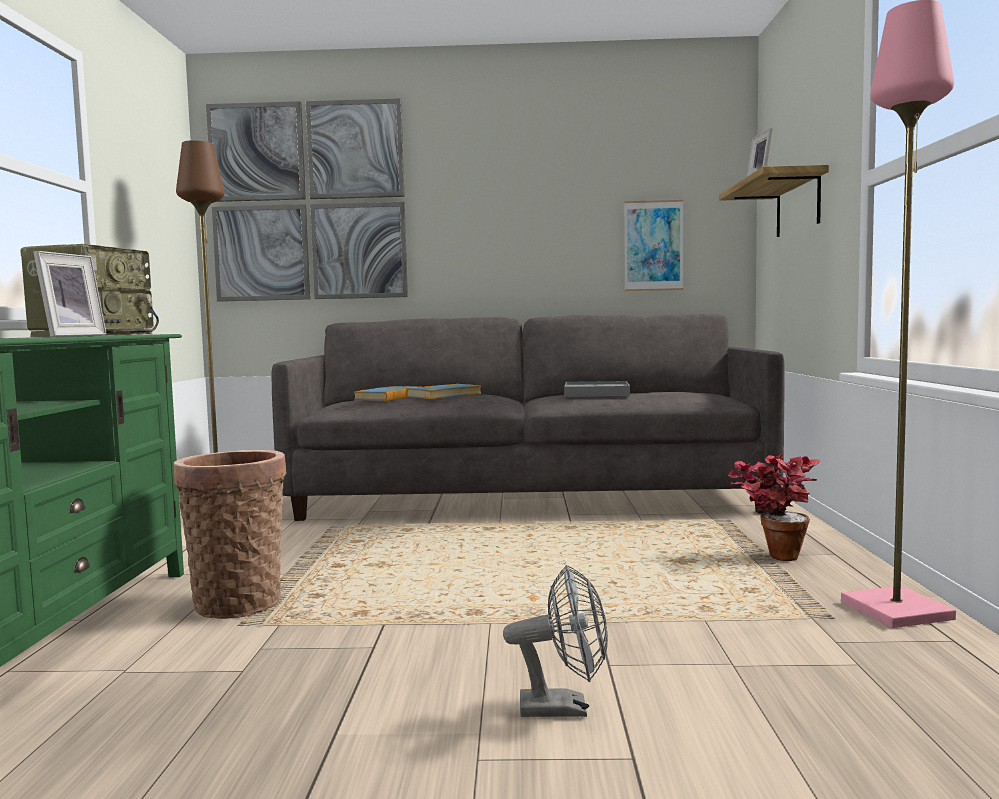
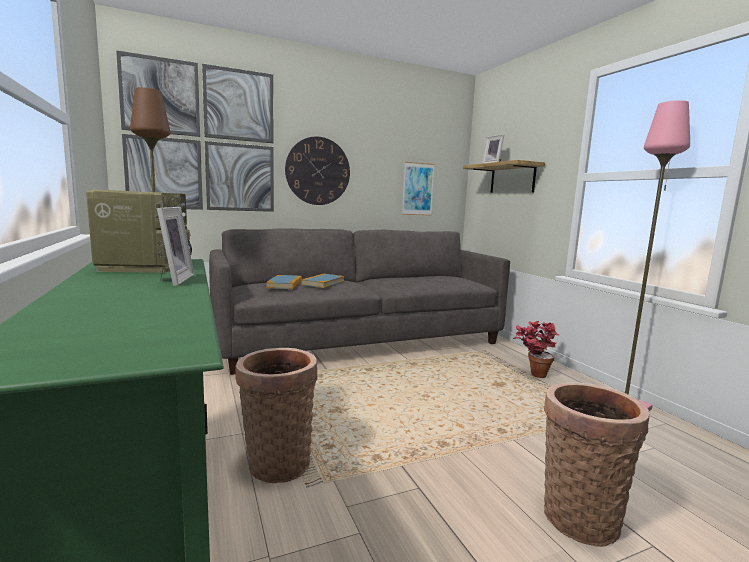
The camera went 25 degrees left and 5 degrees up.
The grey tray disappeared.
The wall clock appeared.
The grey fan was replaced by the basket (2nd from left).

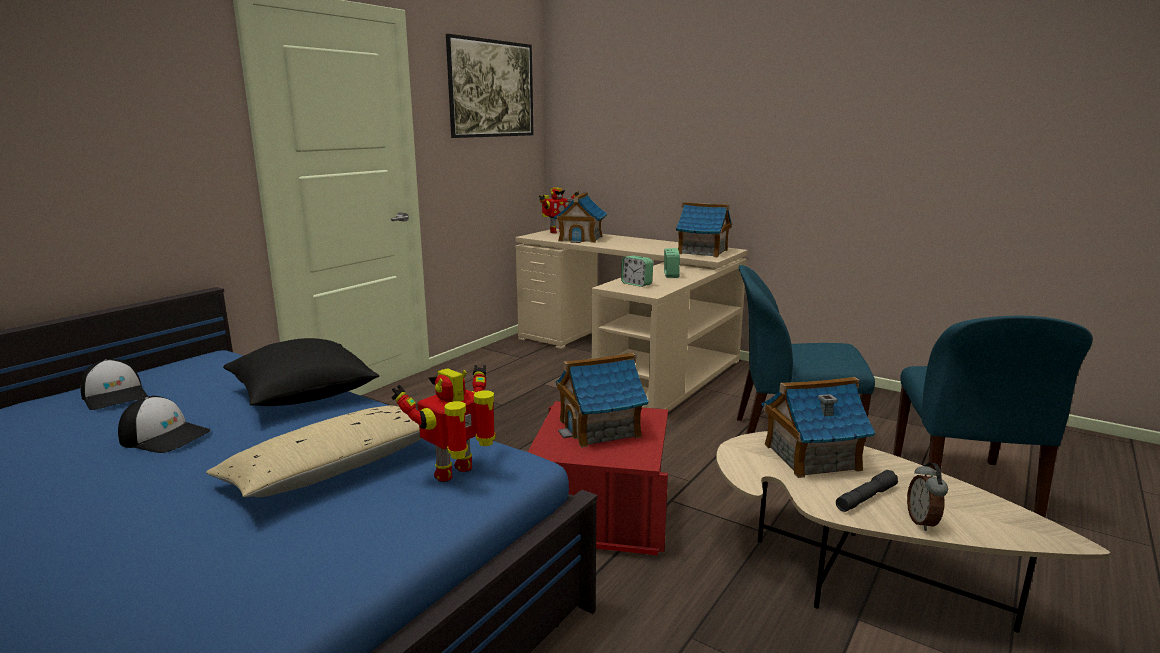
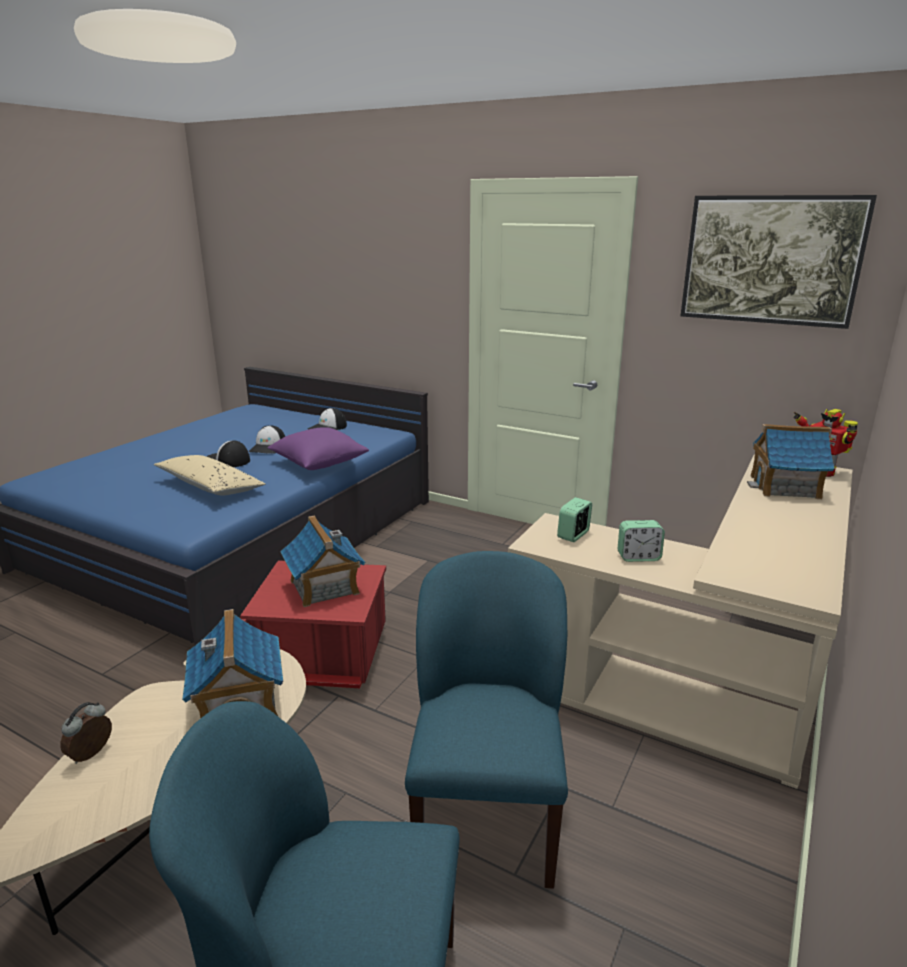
The camera went 85 degrees right and 5 degrees up.
The toy robot (1st from left) disappeared.
The toy house (3rd from left) disappeared.
The grey flashlight disappeared.
The cap (1st from left) appeared.
The black pillow became the purple pillow.
The alarm clock (3rd from left in the first image) turned 60 degrees counterclockwise.

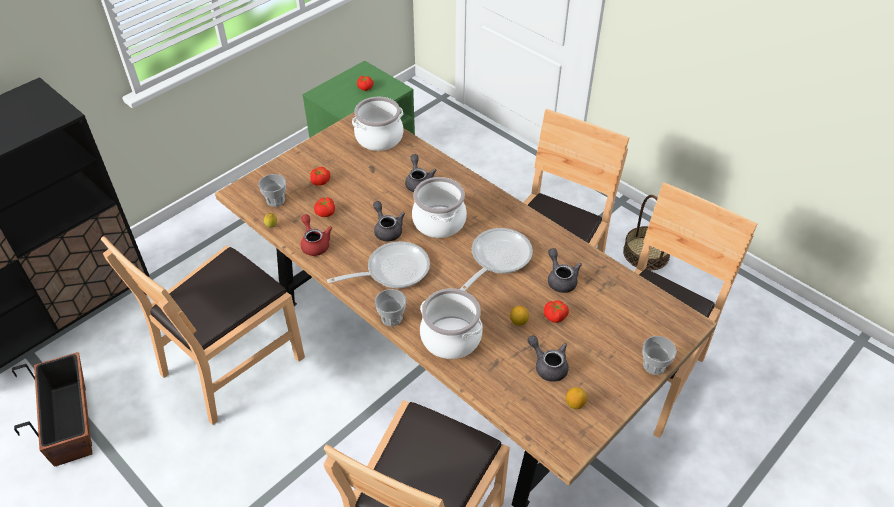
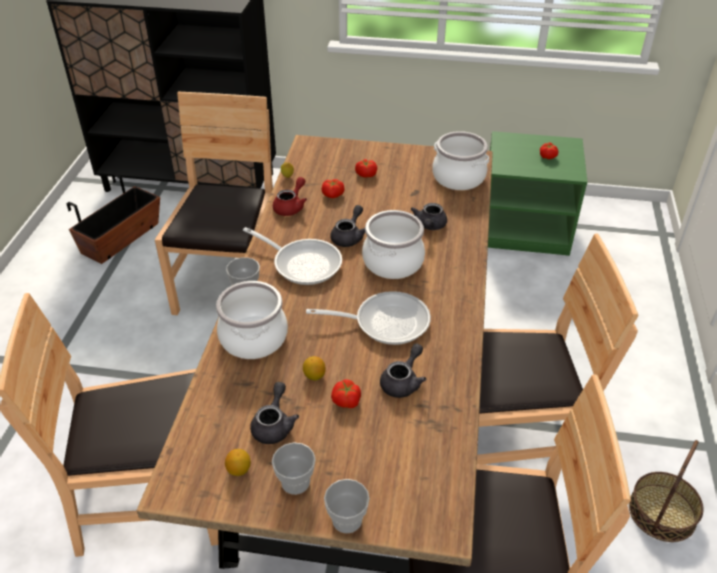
The camera went 55 degrees right and 5 degrees down.
The cup (1st from left in the first image) moved.
The brown chair (1st from left in the first image) turned 90 degrees clockwise.
The grey teapot (2nd from left in the first image) turned 150 degrees clockwise.

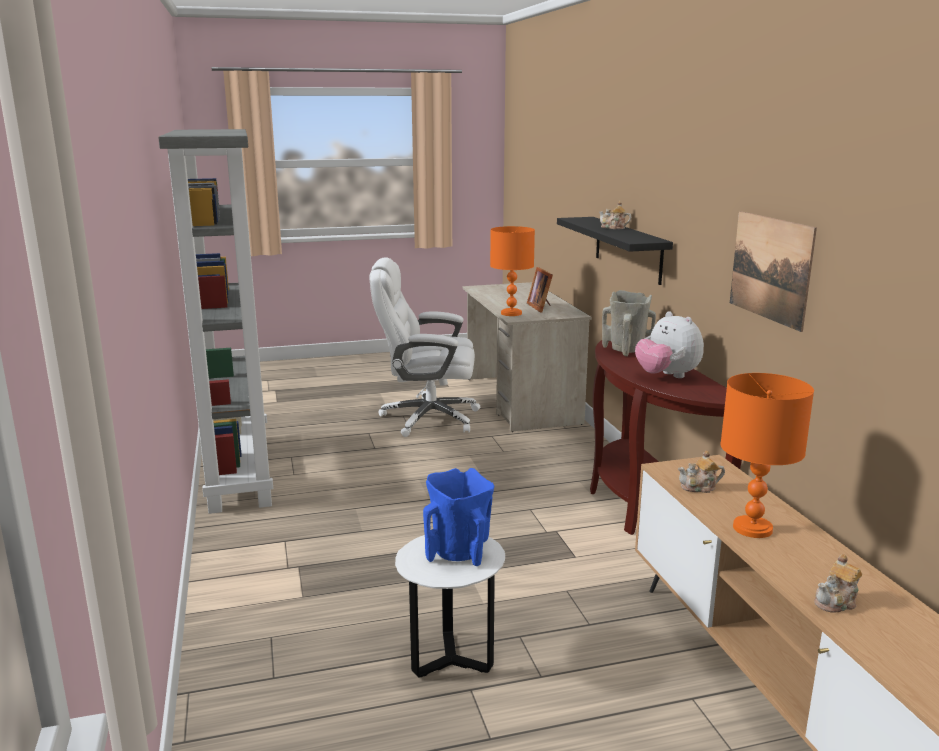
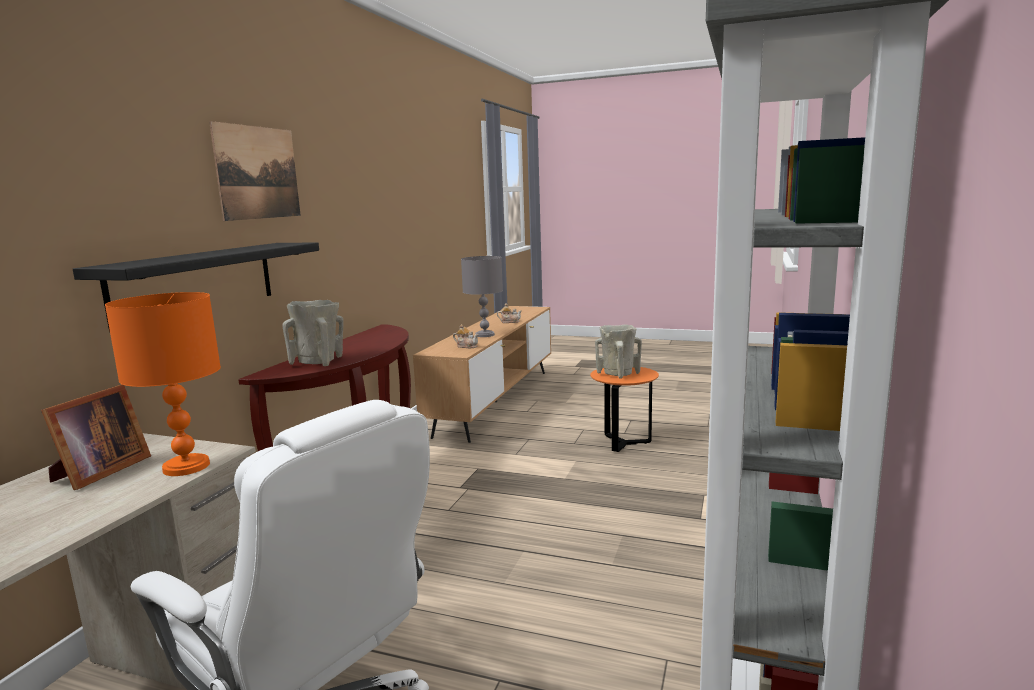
The camera went 145 degrees left and 5 degrees down.
The teapot (1st from left) disappeared.
The plush toy disappeared.
The picture moved.
The white side table became the orange side table.
The blue vase became the beige vase (2nd from left).
The orange table lamp (2nd from left) became the grey table lamp.

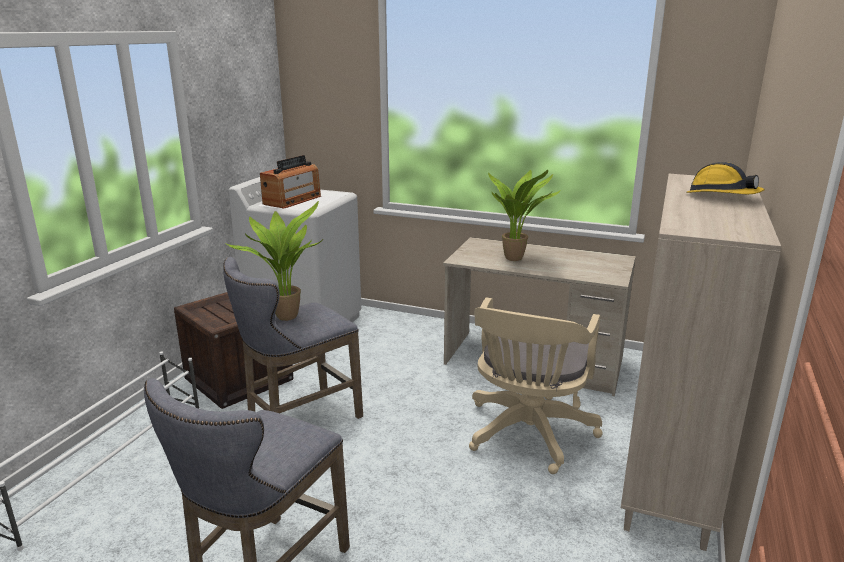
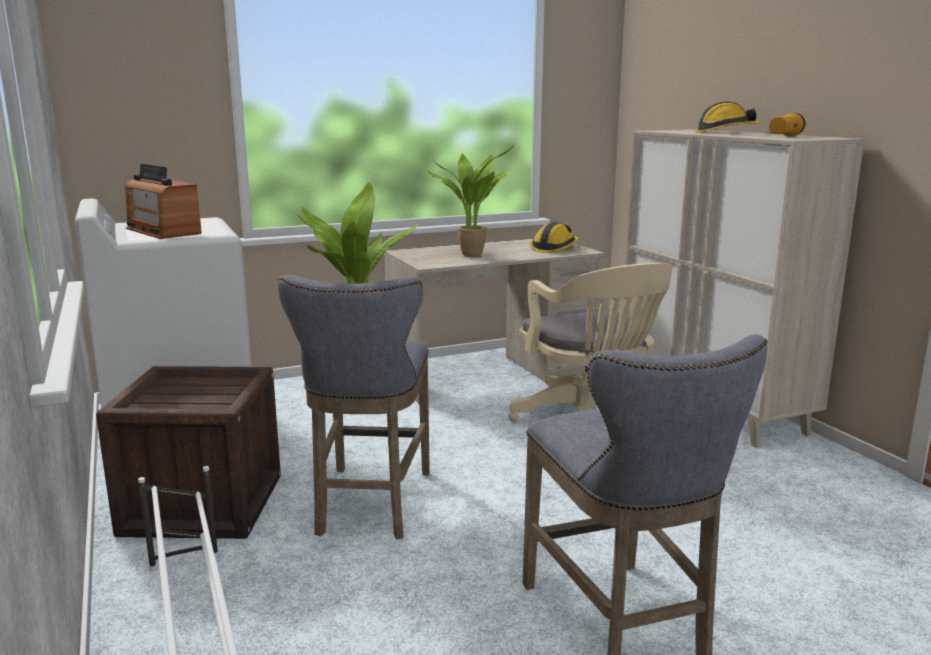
The camera went 45 degrees left and 5 degrees down.
The hard hat (1st from left) appeared.
The flashlight appeared.
The radio turned 150 degrees clockwise.

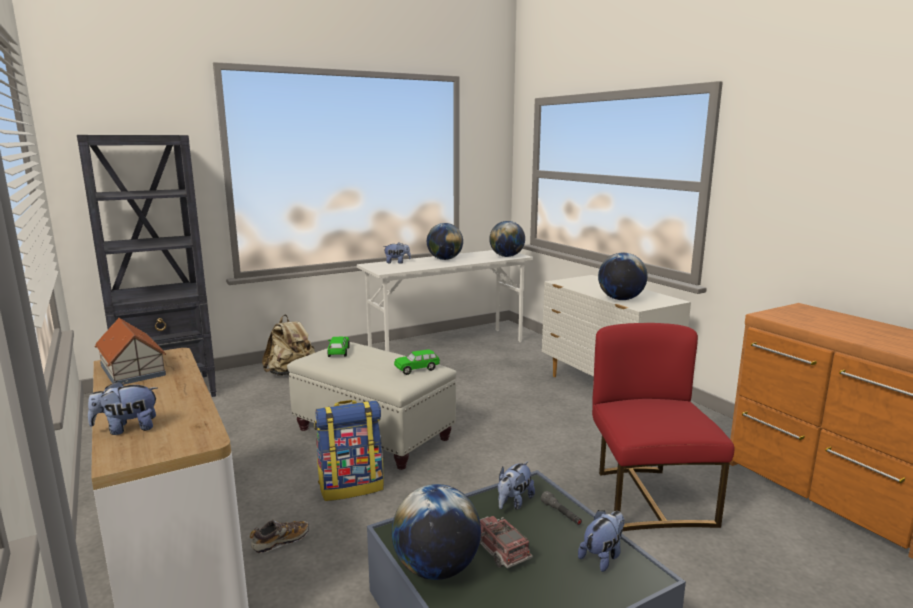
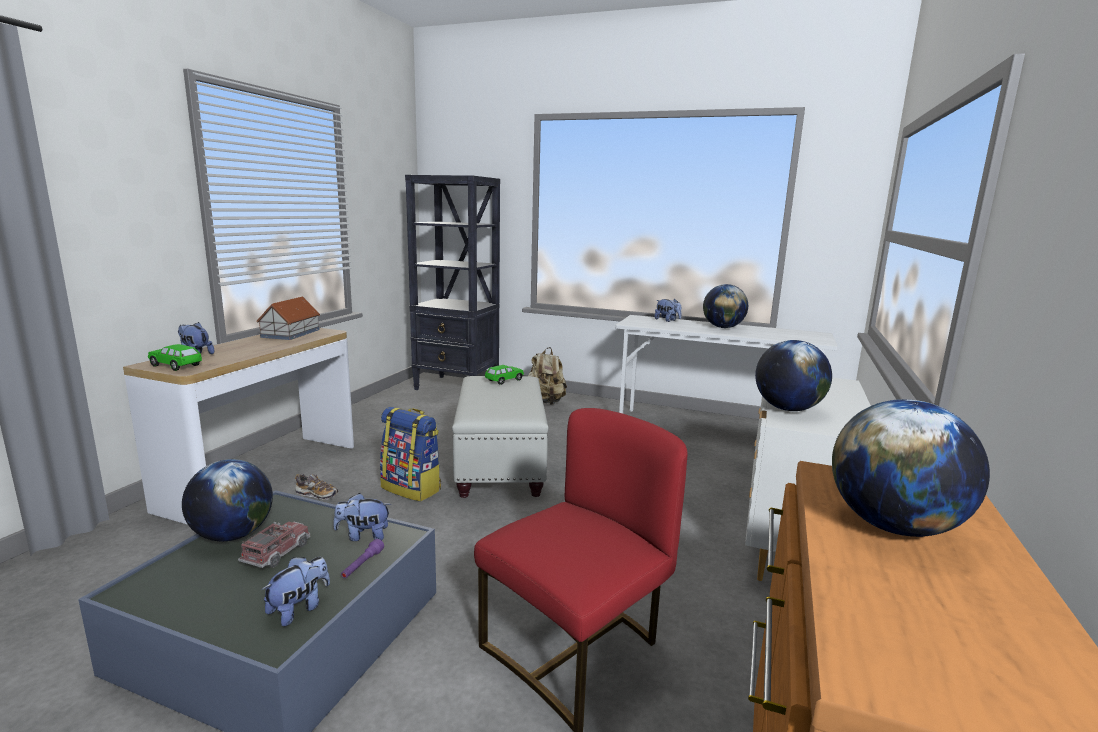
The camera went 50 degrees right and 0 degrees up.
The green toy car (2nd from left in the first image) moved.
The globe (3rd from left in the first image) moved.
The grey flashlight became the purple flashlight.
The plush toy (4th from left in the first image) turned 60 degrees counterclockwise.

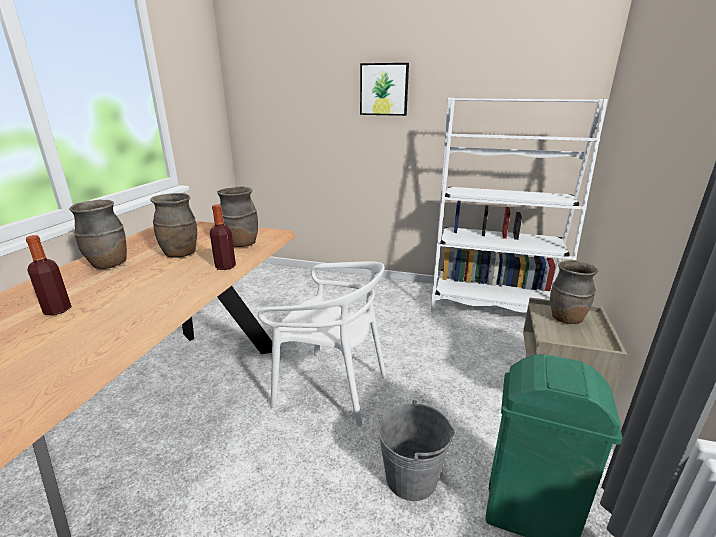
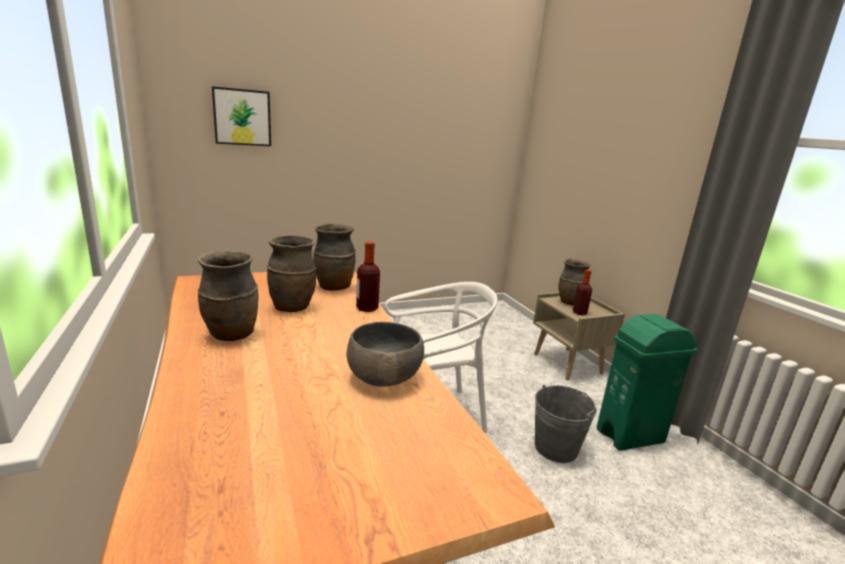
The camera went 40 degrees left and 5 degrees down.
The white bookcase disappeared.
The grey bowl appeared.
The bottle (1st from left in the first image) moved.
The picture moved.

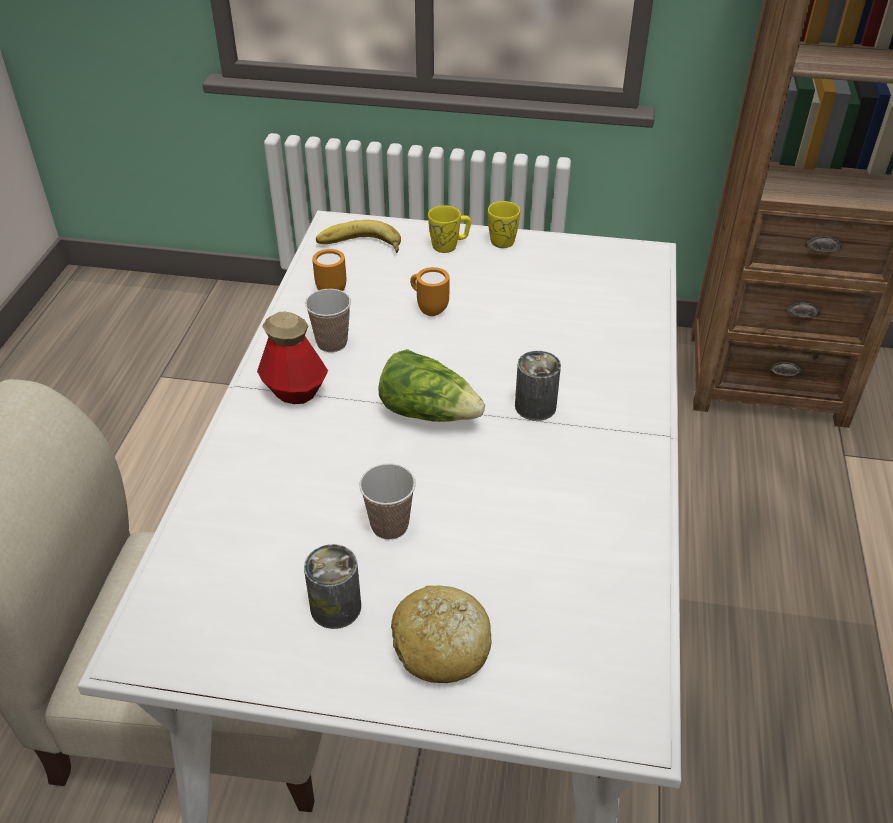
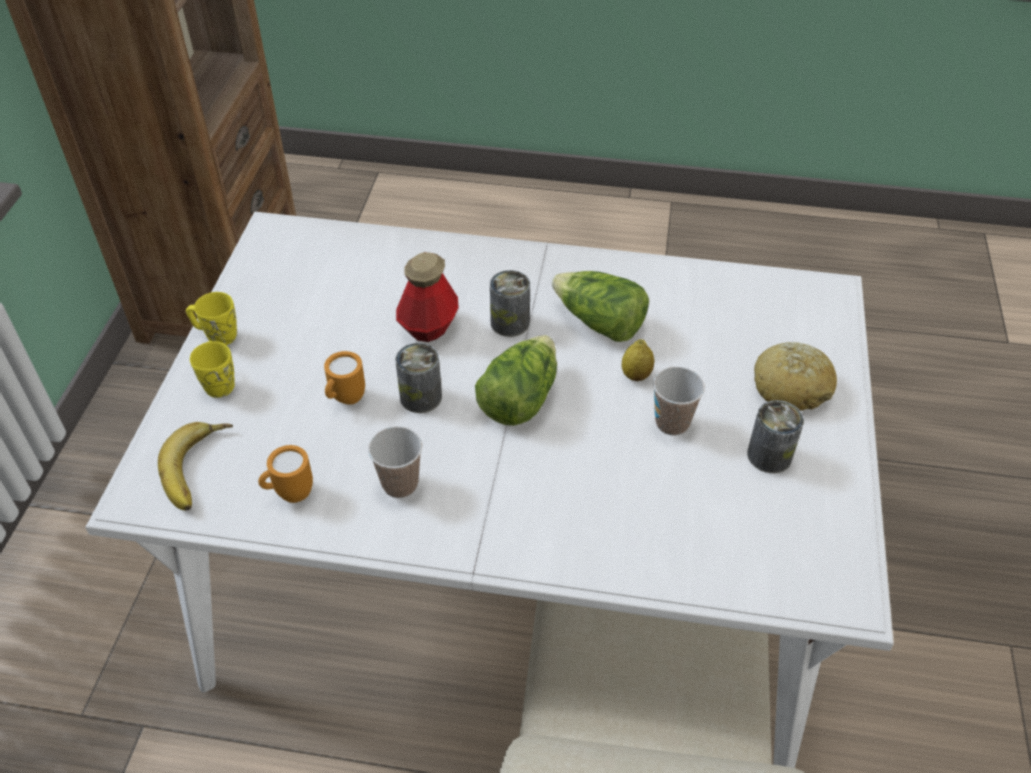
The camera went 90 degrees left and 5 degrees up.
The can (1st from left) appeared.
The lettuce (2nd from left) appeared.
The lemon appeared.
The bottle moved.

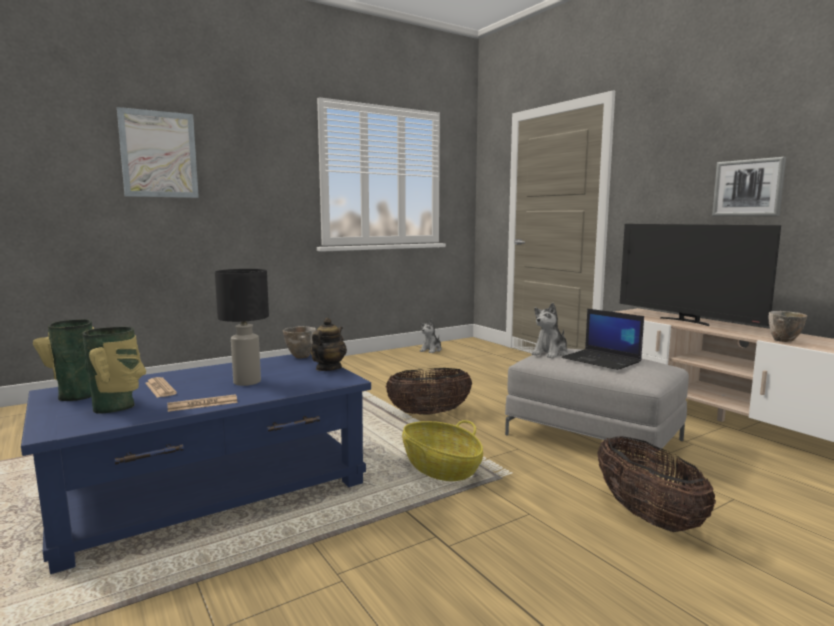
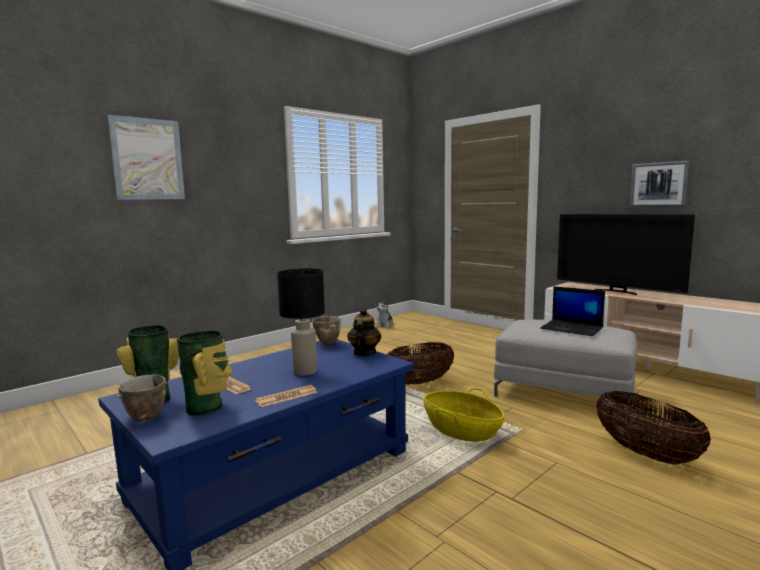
The camera went 10 degrees left and 0 degrees up.
The plush toy (2nd from left) disappeared.
The bowl (2nd from left in the first image) moved.

